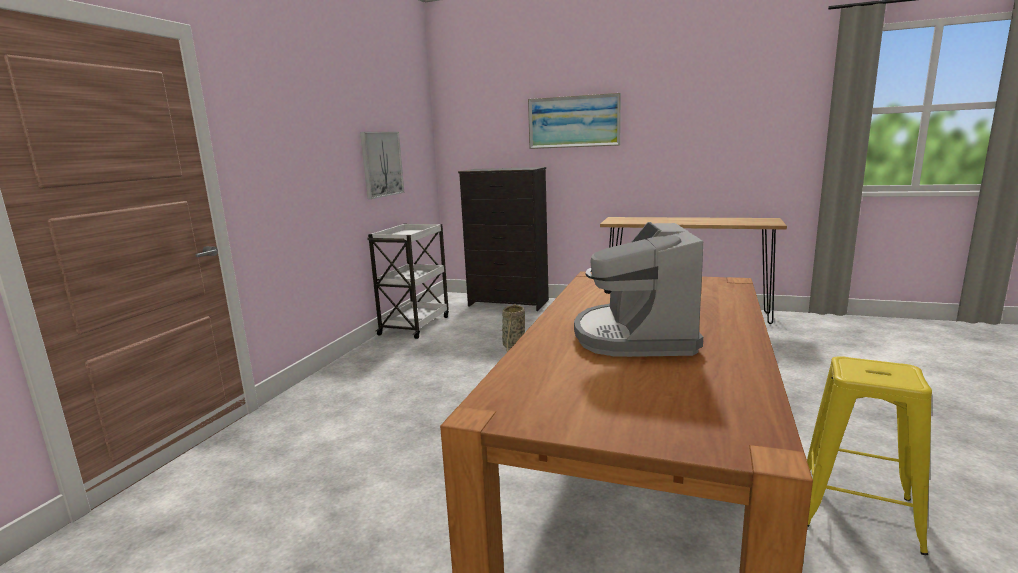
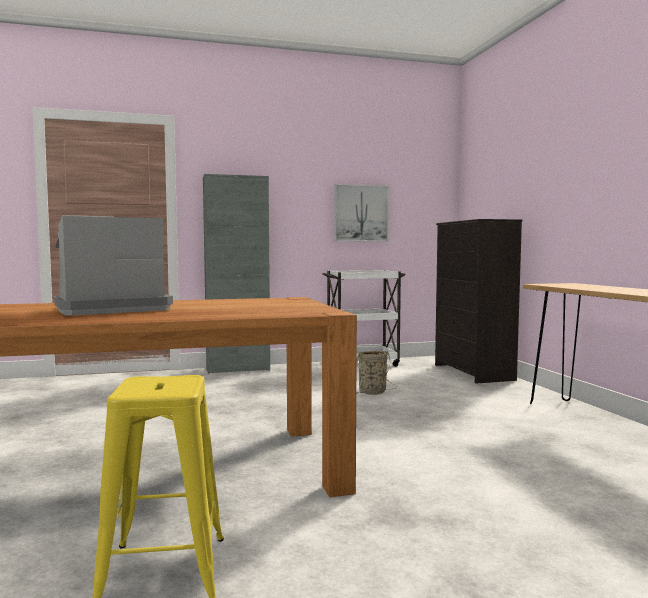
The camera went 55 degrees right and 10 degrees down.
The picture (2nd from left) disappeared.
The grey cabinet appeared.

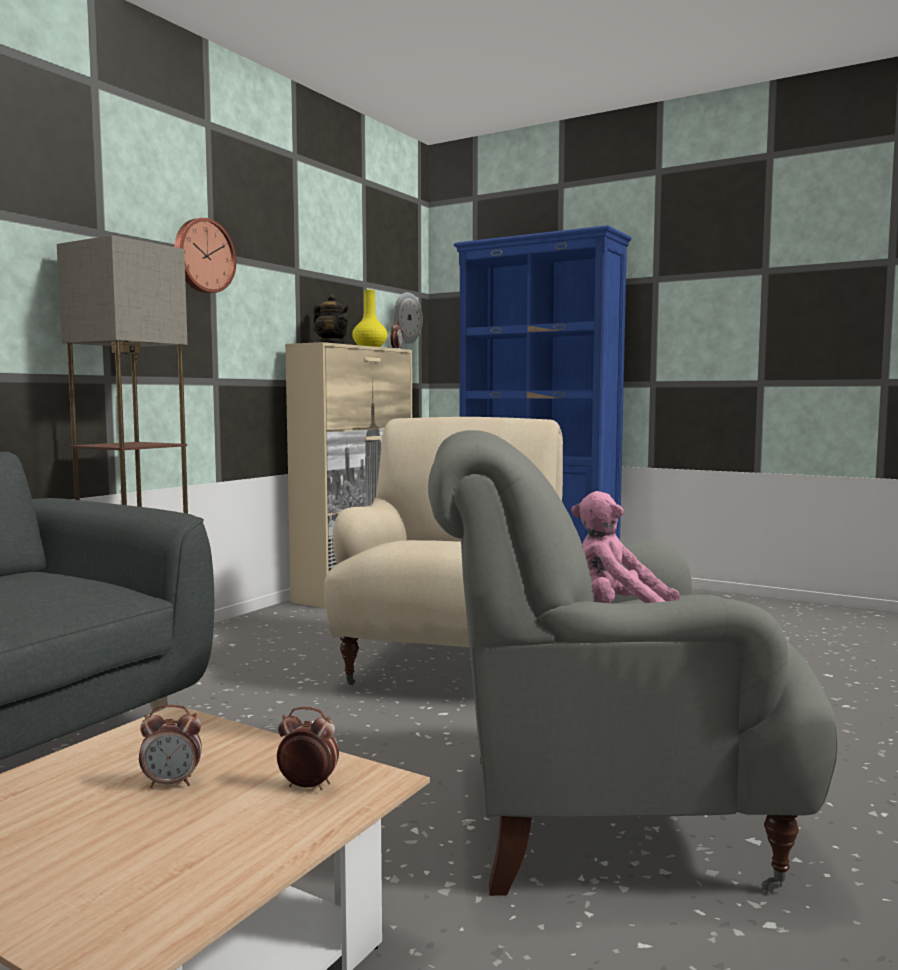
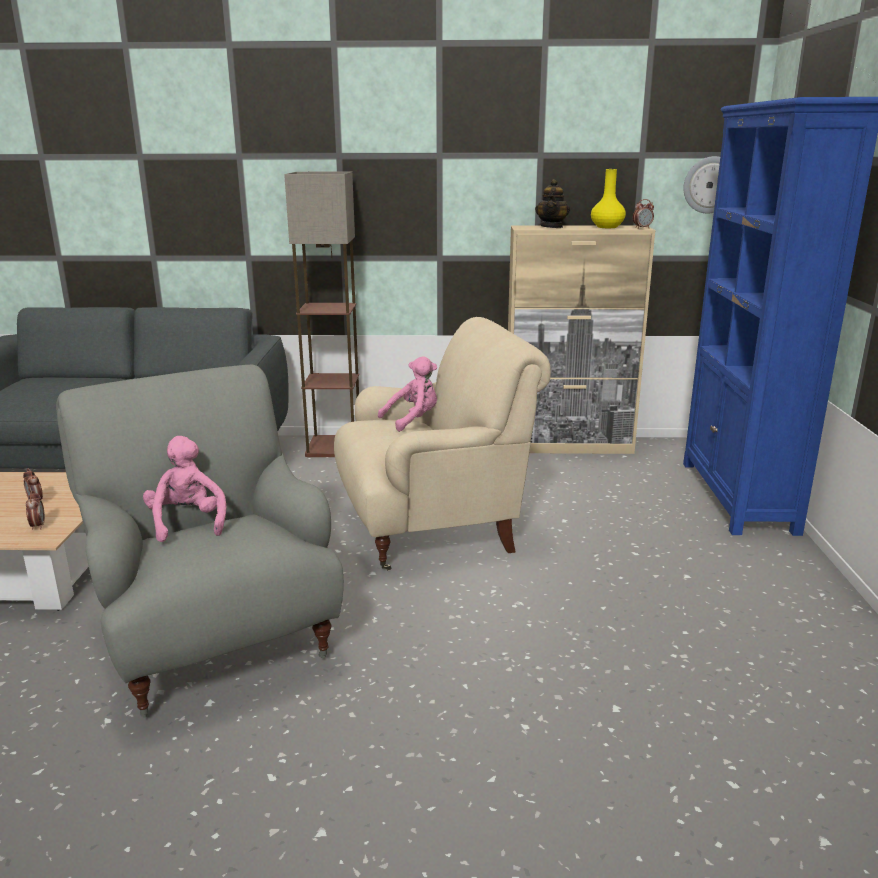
The camera went 60 degrees right and 15 degrees up.
The wall clock (1st from left) disappeared.
The pink plush toy (2nd from left) appeared.

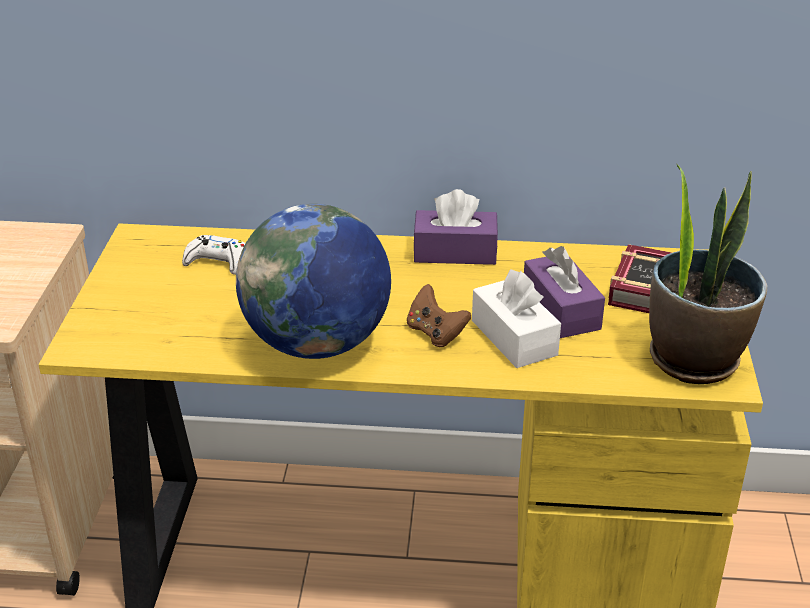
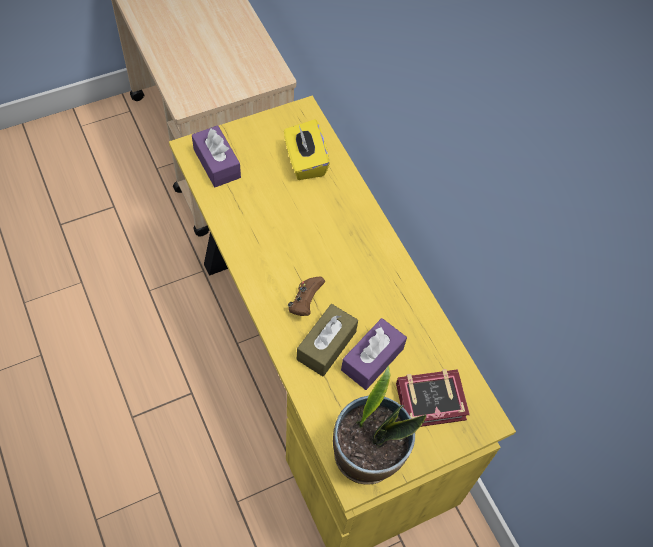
The camera went 55 degrees right and 25 degrees up.
The globe disappeared.
The purple tissue box (1st from left) moved.
The white game controller was replaced by the yellow tissue box.
The white tissue box became the brown tissue box.

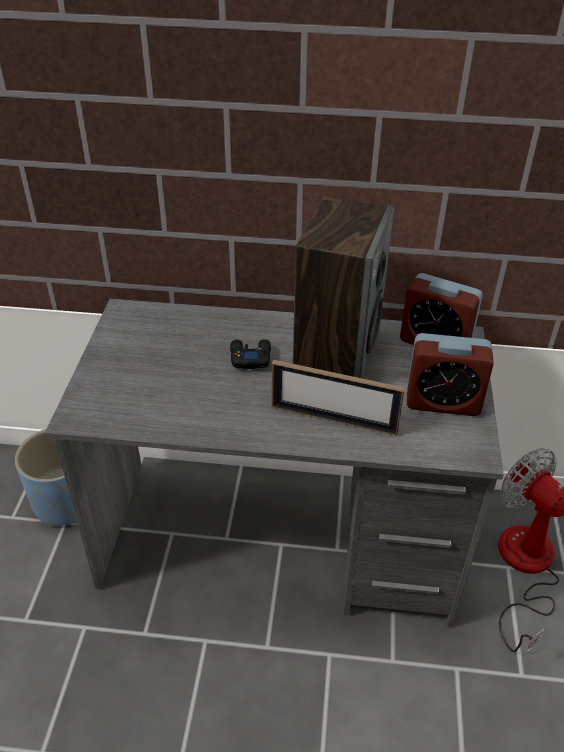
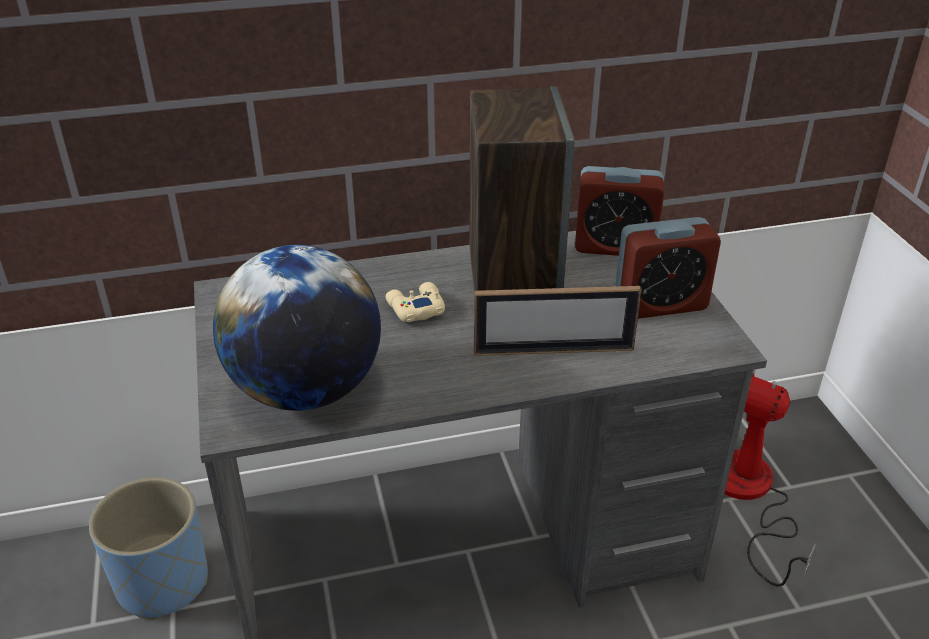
The camera went 20 degrees left and 5 degrees down.
The globe appeared.
The black game controller became the beige game controller.

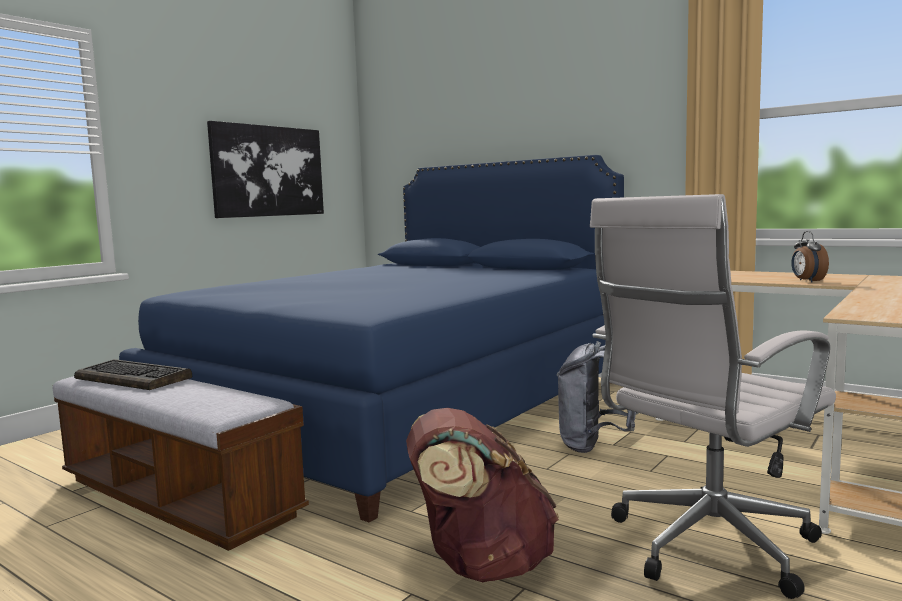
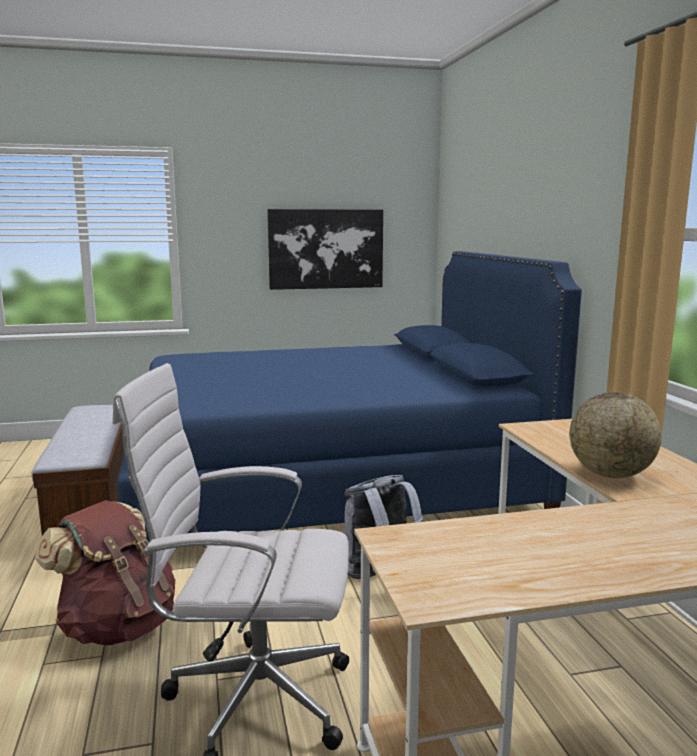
The camera went 40 degrees right and 5 degrees up.
The keyboard disappeared.
The alarm clock was replaced by the globe.

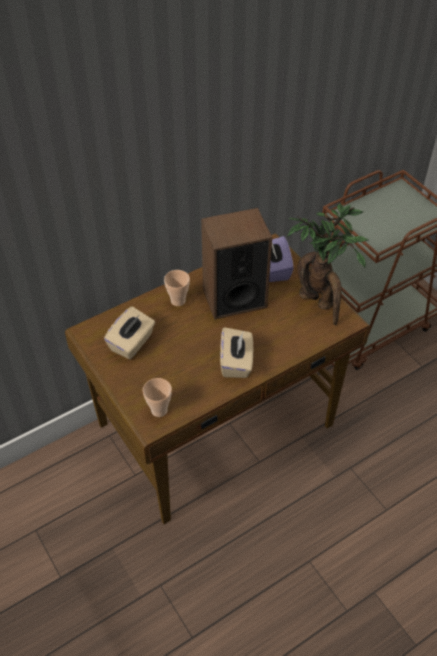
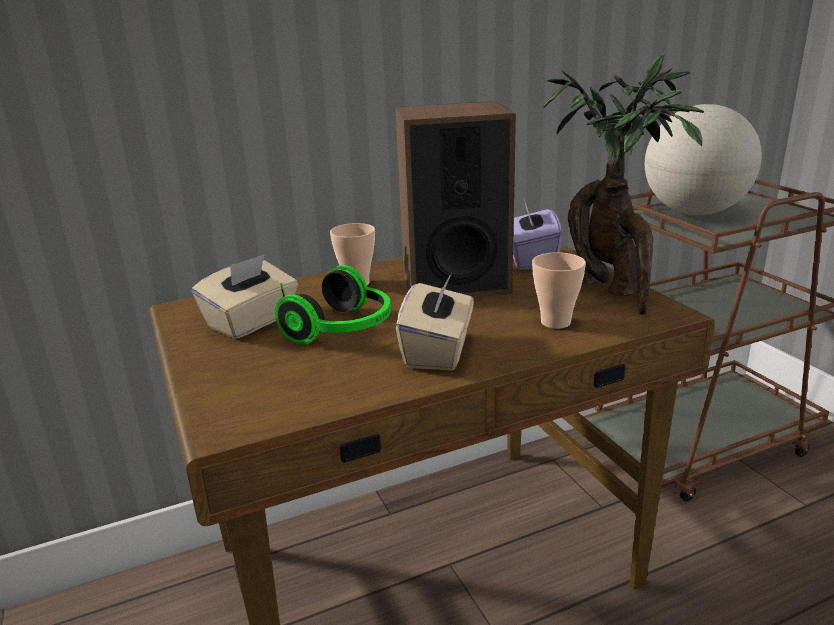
The camera went 10 degrees right and 25 degrees down.
The headphones appeared.
The globe appeared.
The cup (1st from left in the first image) moved.

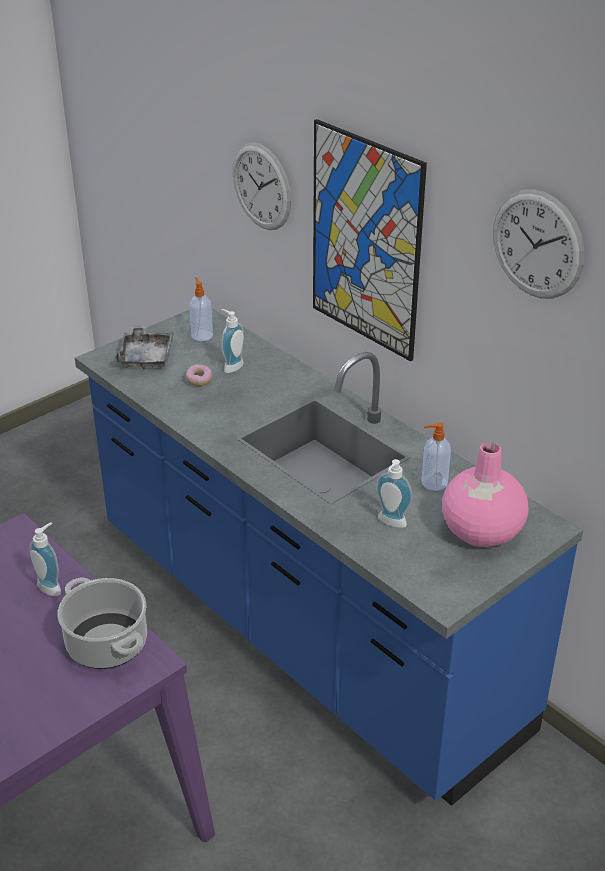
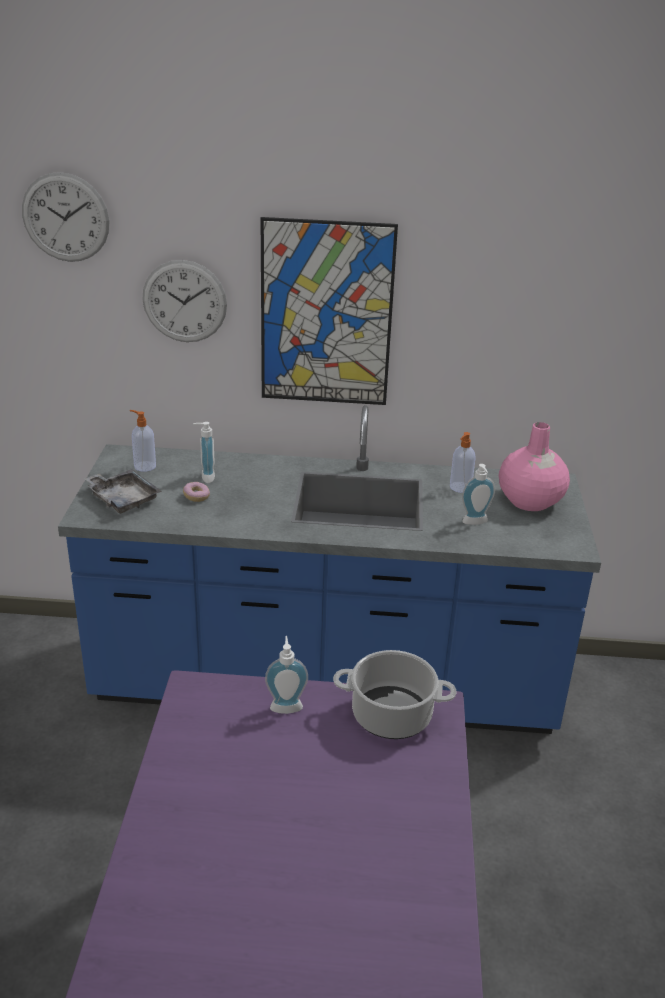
The camera went 45 degrees left and 5 degrees down.
The wall clock (2nd from left in the first image) moved.

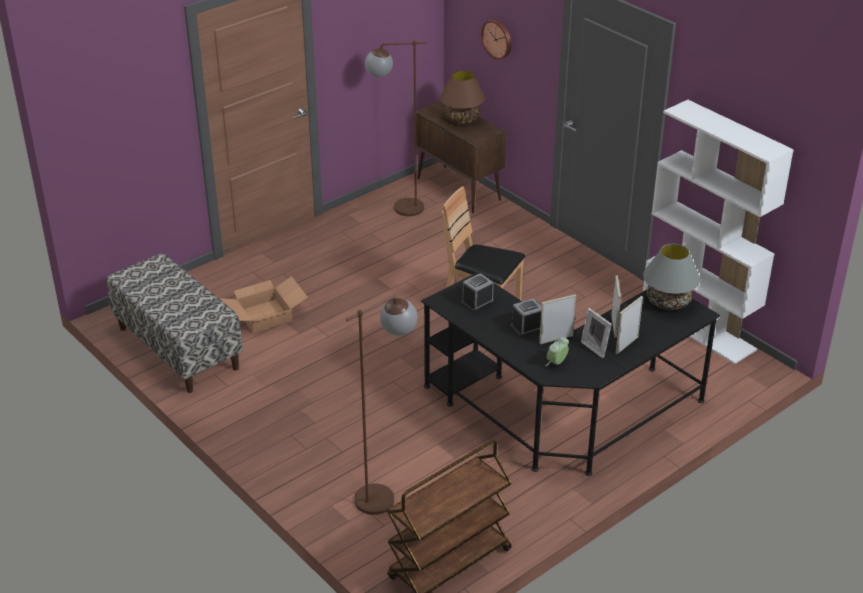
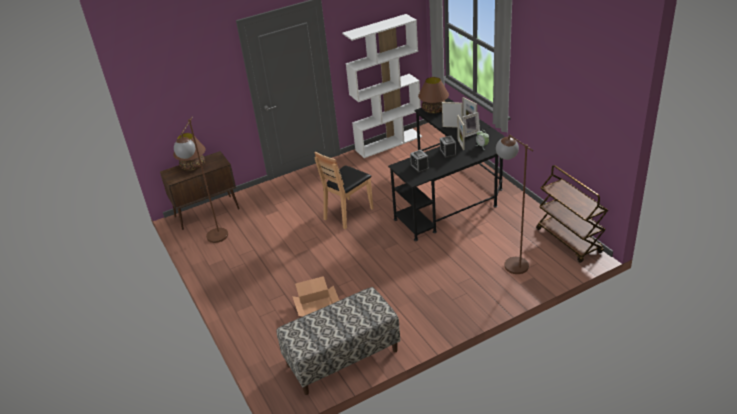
The camera went 75 degrees left and 0 degrees up.
The wall clock disappeared.
The grey table lamp became the brown table lamp (2nd from left).

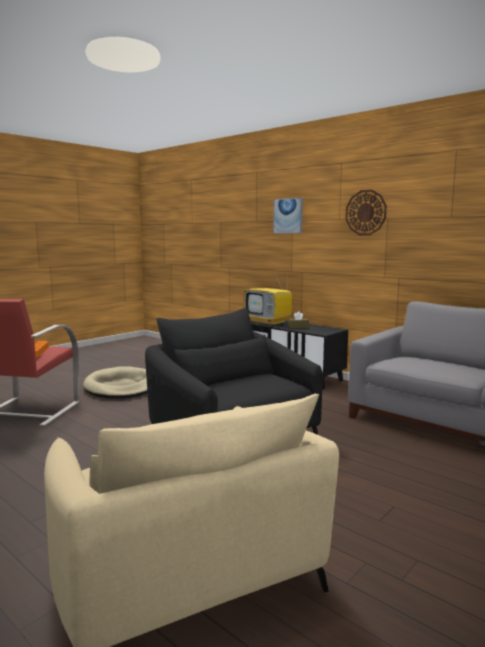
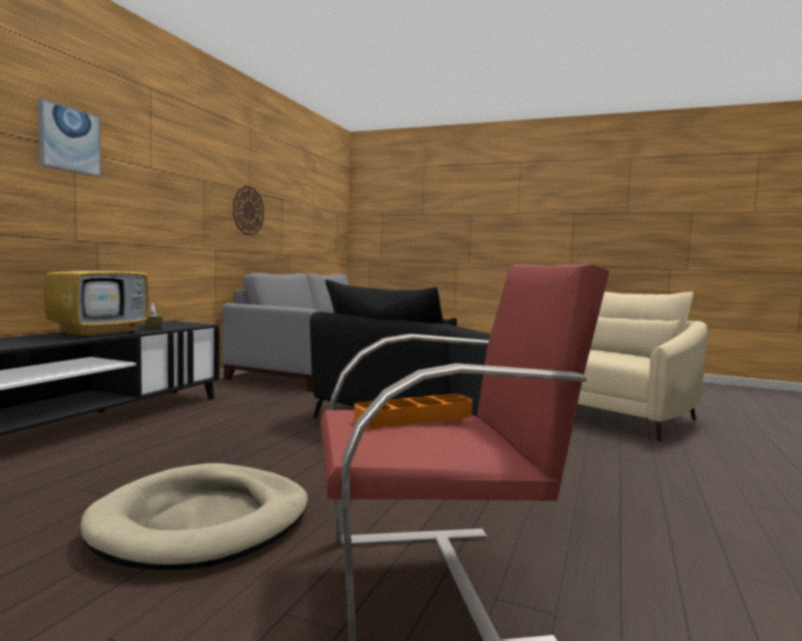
The camera went 110 degrees left and 5 degrees down.
The wall clock moved.

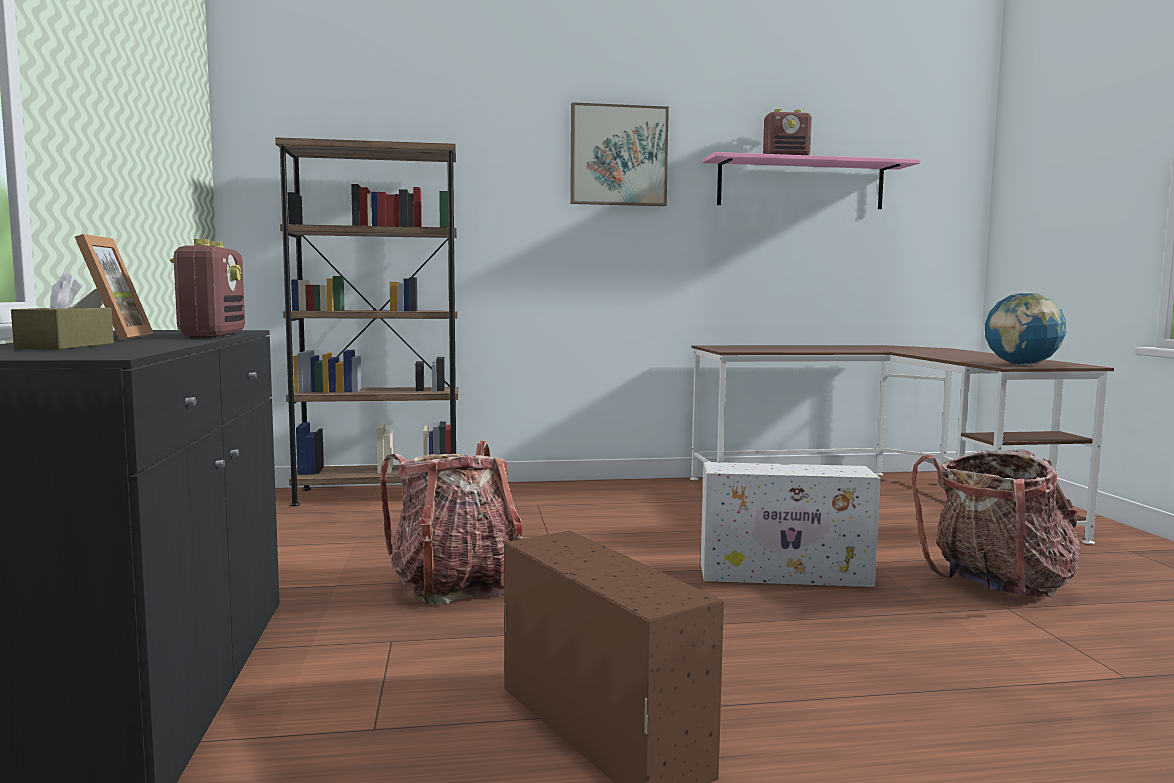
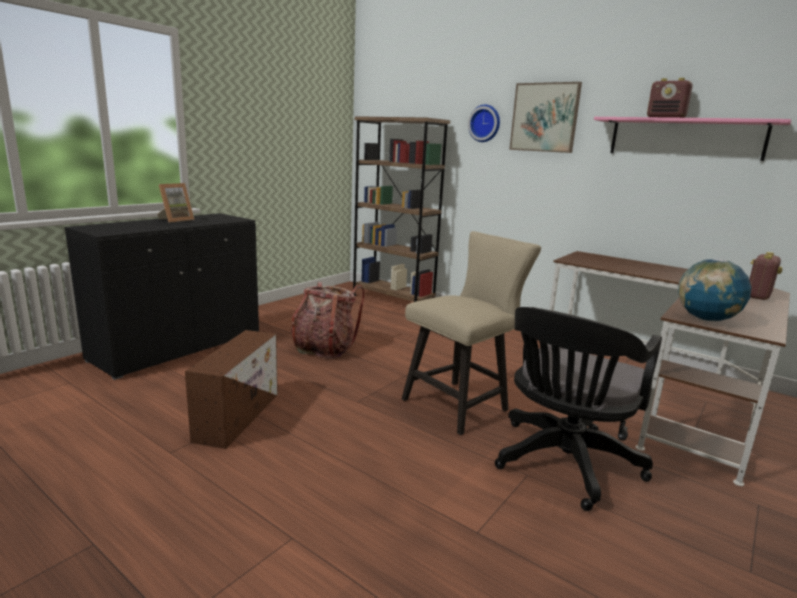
The camera went 45 degrees right and 10 degrees up.
The brown tissue box disappeared.
The wall clock appeared.
The radio (1st from left in the first image) moved.
The white storage box was replaced by the beige chair.
The backpack (2nd from left) was replaced by the black office chair.

